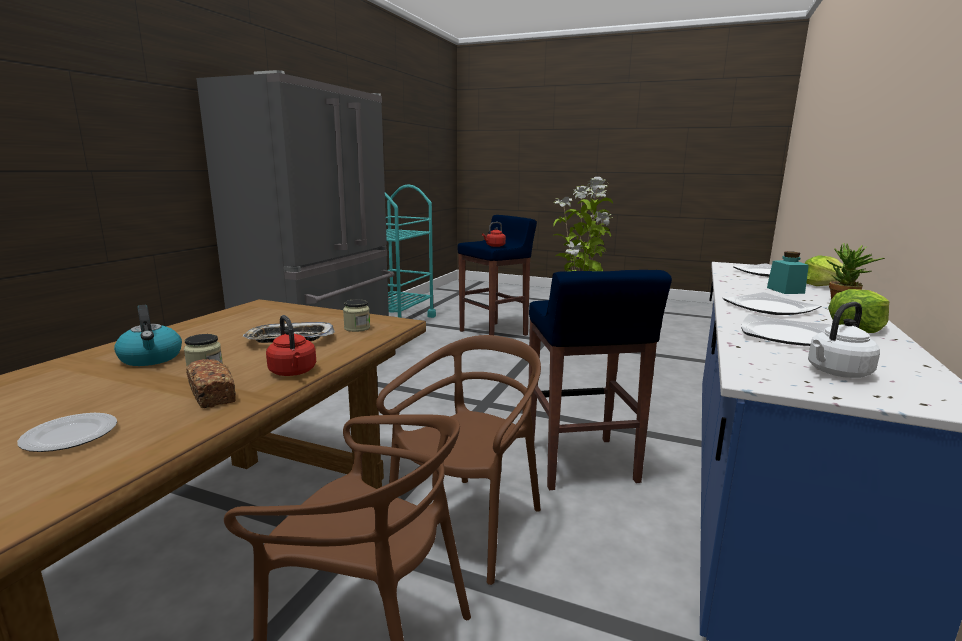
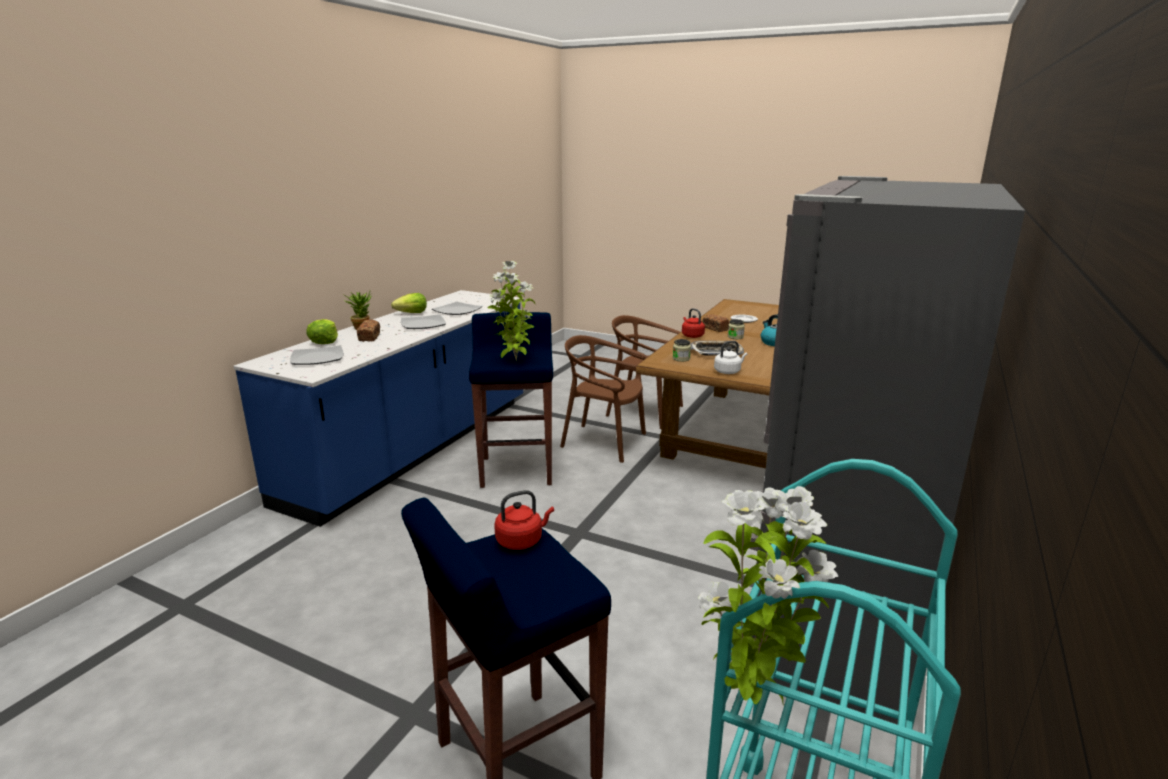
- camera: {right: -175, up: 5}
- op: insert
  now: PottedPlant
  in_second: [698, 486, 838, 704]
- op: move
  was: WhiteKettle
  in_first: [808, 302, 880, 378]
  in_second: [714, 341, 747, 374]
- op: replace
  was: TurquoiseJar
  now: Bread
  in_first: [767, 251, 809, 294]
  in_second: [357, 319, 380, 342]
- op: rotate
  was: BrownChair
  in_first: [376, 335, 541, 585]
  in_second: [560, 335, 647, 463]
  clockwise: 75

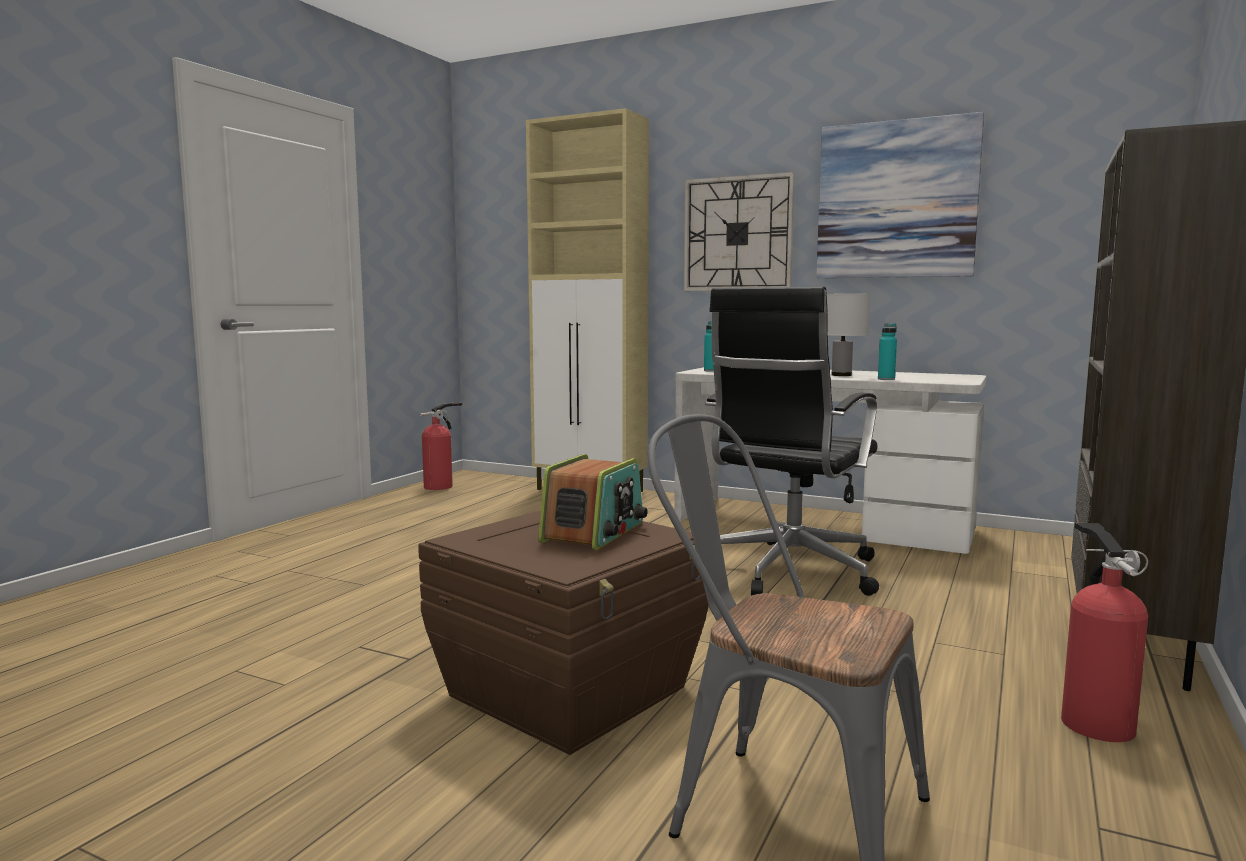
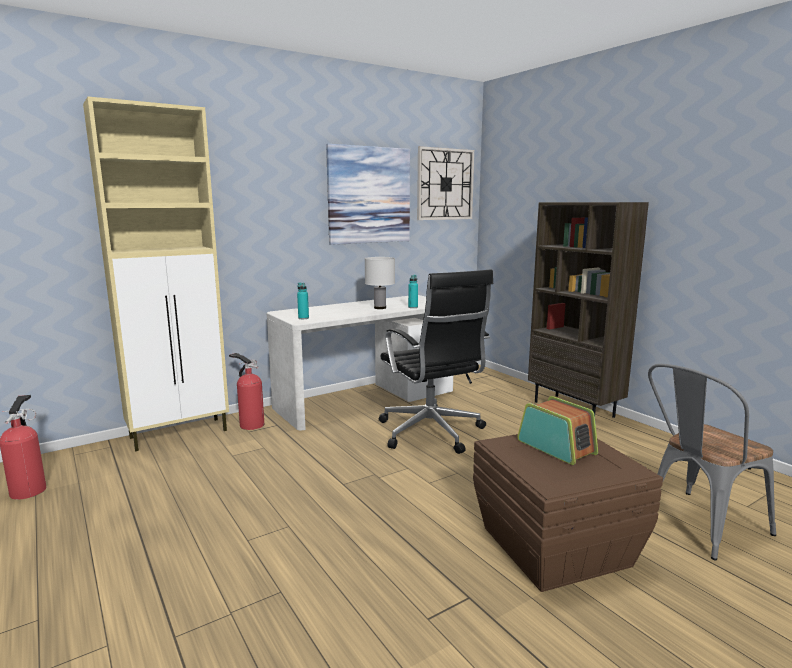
- camera: {right: -60, up: 5}
- op: move
  was: WallClock
  in_first: [684, 172, 795, 291]
  in_second: [417, 146, 474, 220]
- op: move
  was: FireExtinguisher
  in_first: [1061, 523, 1148, 742]
  in_second: [229, 353, 264, 430]

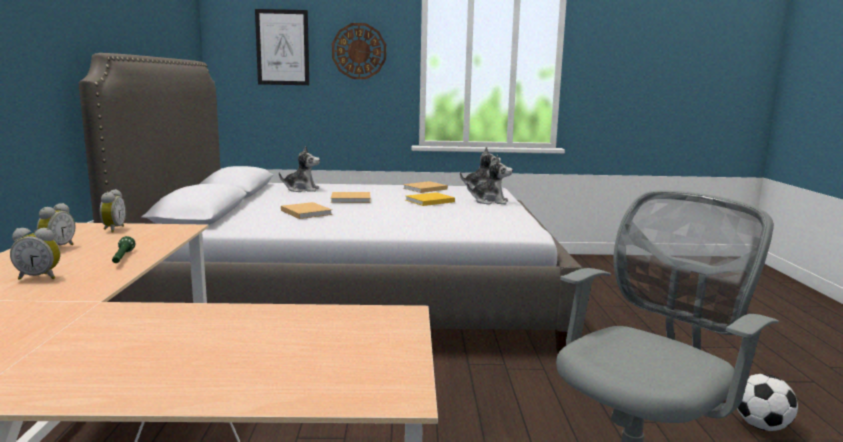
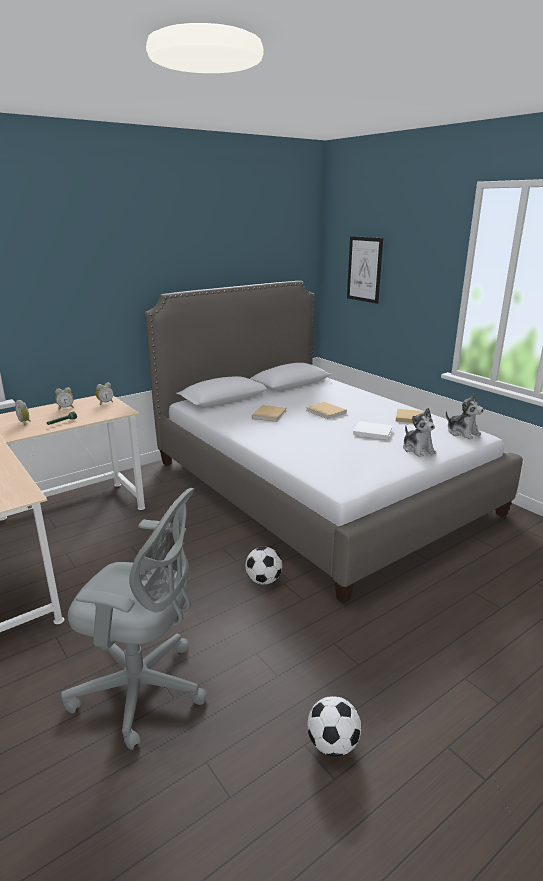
- camera: {right: 55, up: 10}
- op: delete
  was: PlushToy
  in_first: [279, 146, 320, 192]
- op: delete
  was: WallClock
  in_first: [332, 23, 386, 79]
- op: insert
  now: Football
  in_second: [245, 547, 282, 585]
- op: recolor
  was: YellowBook
  now: WhiteBook
  in_first: [406, 192, 455, 206]
  in_second: [353, 421, 393, 440]

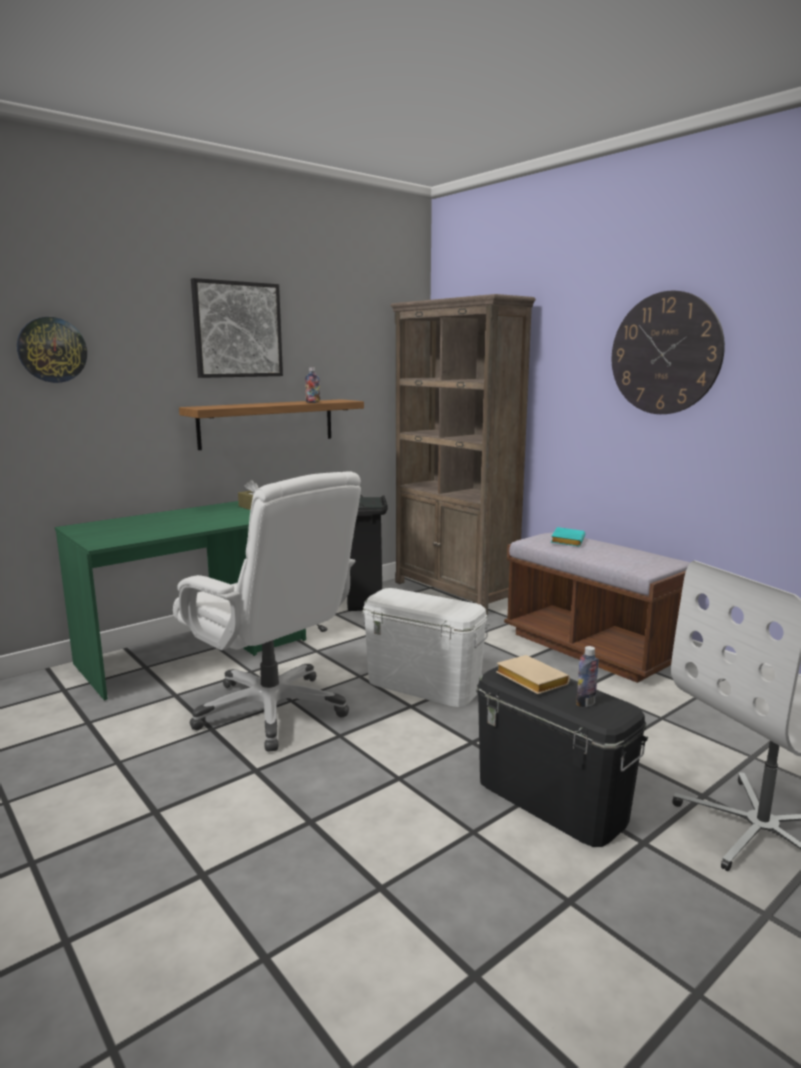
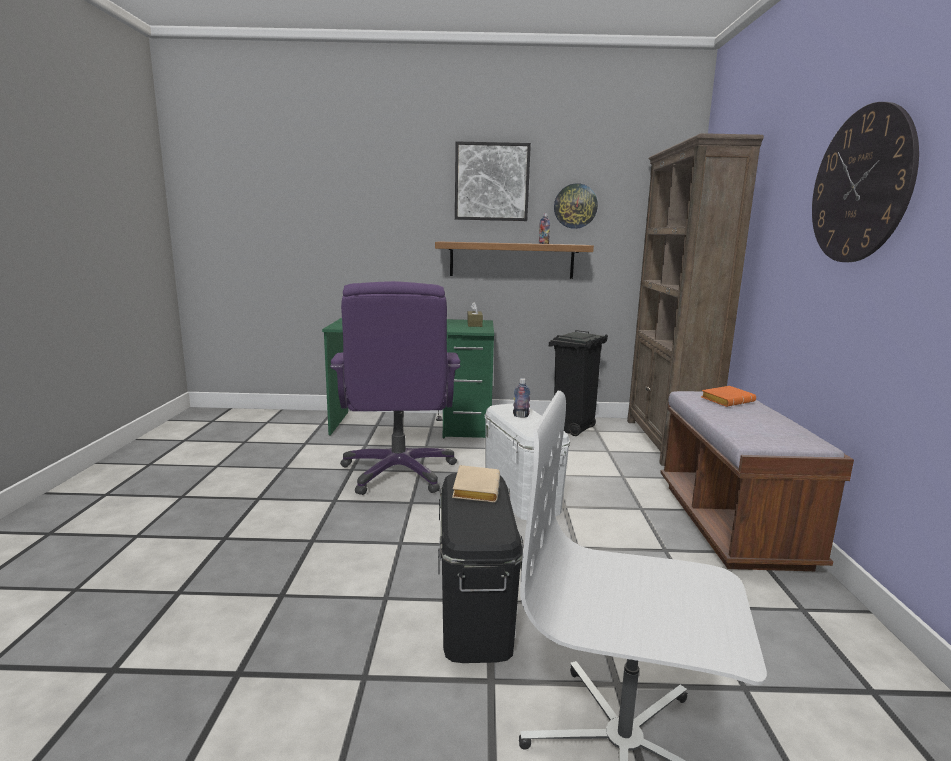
- camera: {right: 40, up: 0}
- op: move
  was: WallClock
  in_first: [17, 317, 87, 383]
  in_second: [554, 183, 598, 229]
- op: move
  was: Bottle
  in_first: [576, 646, 599, 707]
  in_second: [513, 378, 531, 418]
- op: recolor
  was: WhiteOfficeChair
  now: PurpleOfficeChair
  in_first: [173, 471, 361, 752]
  in_second: [330, 281, 460, 495]
- op: recolor
  was: TurquoiseBook
  now: OrangeBook
  in_first: [551, 527, 585, 546]
  in_second: [701, 386, 756, 407]

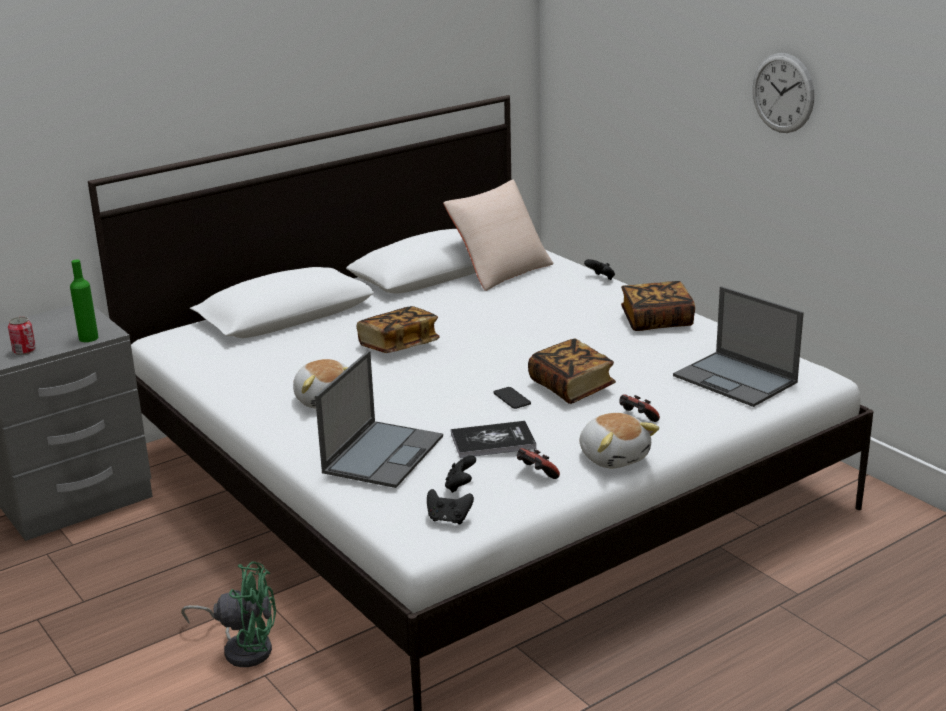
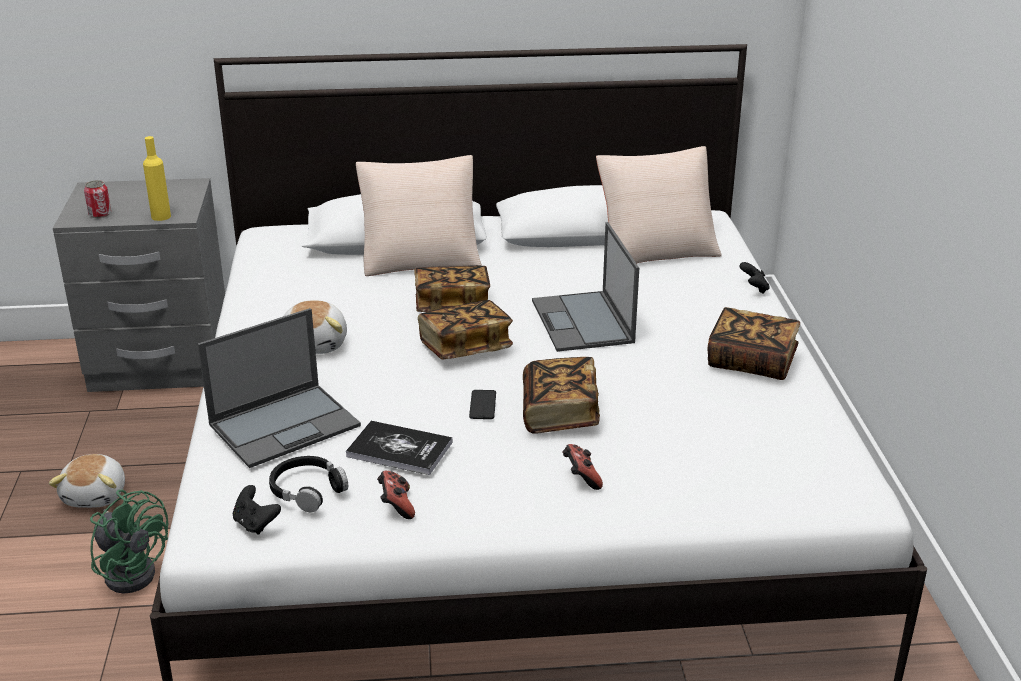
- camera: {right: 30, up: 5}
- op: delete
  was: WallClock
  in_first: [753, 53, 814, 133]
- op: insert
  now: BeigePillow
  in_second: [356, 155, 482, 276]
- op: insert
  now: Book
  in_second: [418, 300, 513, 359]
- op: move
  was: PlushToy
  in_first: [580, 413, 659, 469]
  in_second: [49, 454, 125, 508]
- op: move
  was: Laptop
  in_first: [673, 286, 804, 407]
  in_second: [532, 222, 639, 352]
- op: replace
  was: BlackGameController
  now: BlackHeadphones
  in_first: [445, 455, 476, 493]
  in_second: [269, 456, 348, 512]
- op: recolor
  was: GreenBottle
  now: YellowBottle
  in_first: [70, 259, 98, 342]
  in_second: [143, 136, 171, 221]

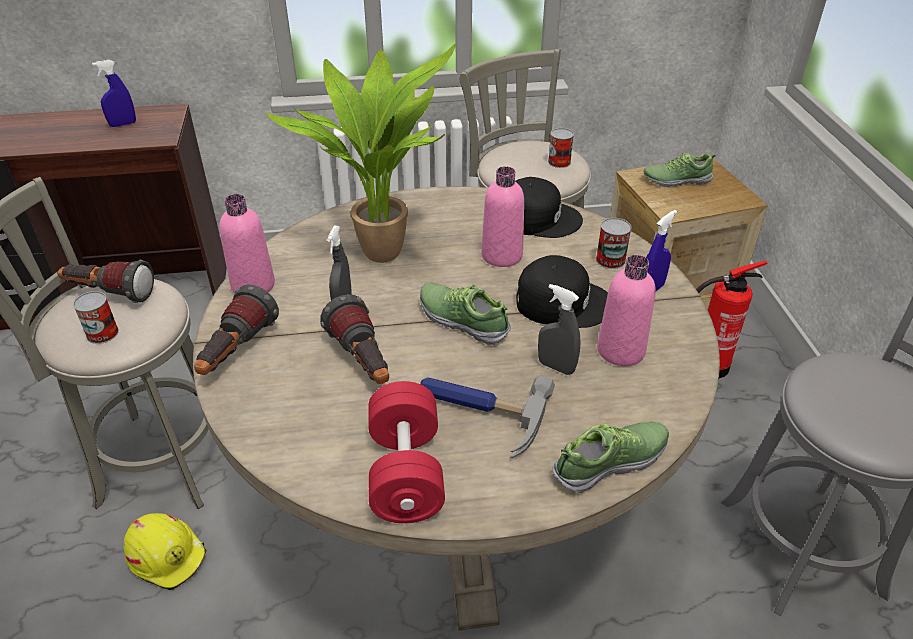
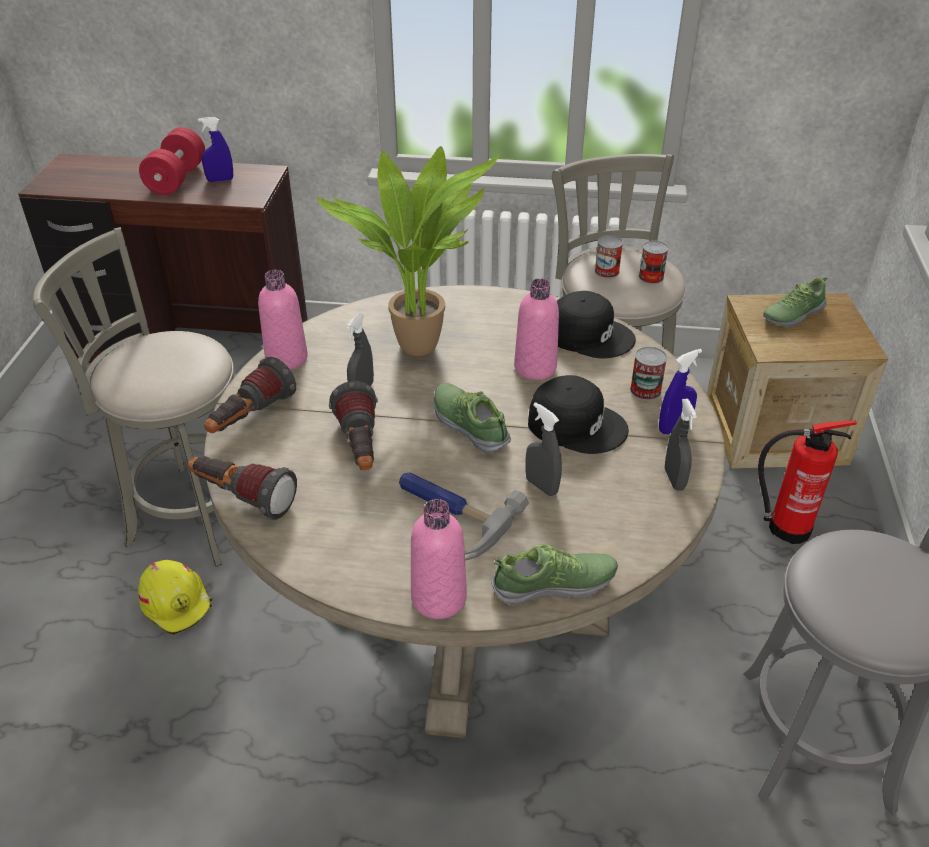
- camera: {right: 15, up: 0}
- op: insert
  now: GreySprayBottle
  in_second: [665, 399, 697, 491]
- op: move
  was: Flashlight
  in_first: [57, 260, 154, 303]
  in_second: [188, 456, 297, 520]
- op: move
  was: Can
  in_first: [73, 291, 119, 344]
  in_second: [595, 235, 623, 278]
- op: move
  was: RedDumbbell
  in_first: [368, 381, 445, 523]
  in_second: [139, 127, 205, 195]
- op: move
  was: PinkBottle
  in_first: [597, 255, 656, 366]
  in_second: [411, 499, 467, 619]
- op: rotate
  was: Shoe
  in_first: [643, 152, 716, 187]
  in_second: [763, 277, 828, 327]
  clockwise: -45

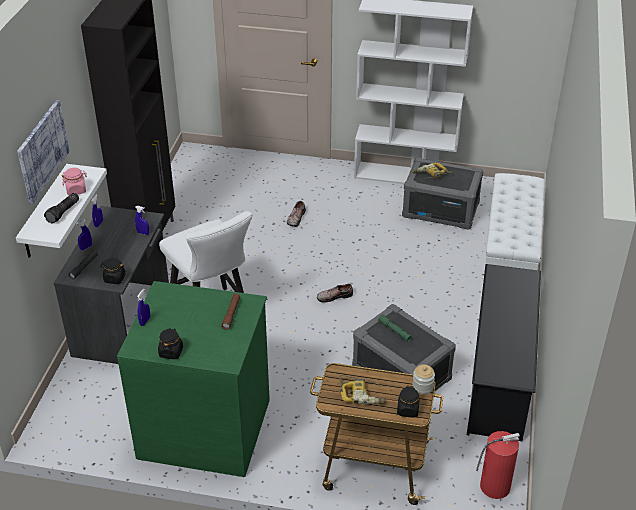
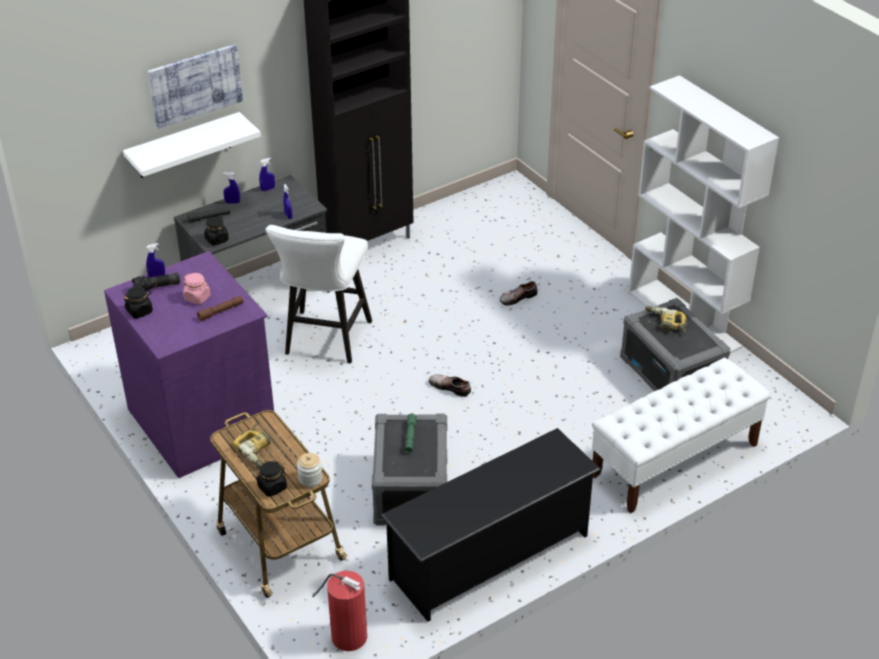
- camera: {right: 45, up: 0}
- op: move
  was: Flashlight
  in_first: [44, 193, 79, 224]
  in_second: [132, 273, 180, 290]
- op: move
  was: PinkJar
  in_first: [62, 168, 87, 195]
  in_second: [183, 273, 211, 305]
- op: recolor
  was: GreenDresser
  now: PurpleDresser
  in_first: [117, 281, 270, 477]
  in_second: [104, 251, 277, 478]

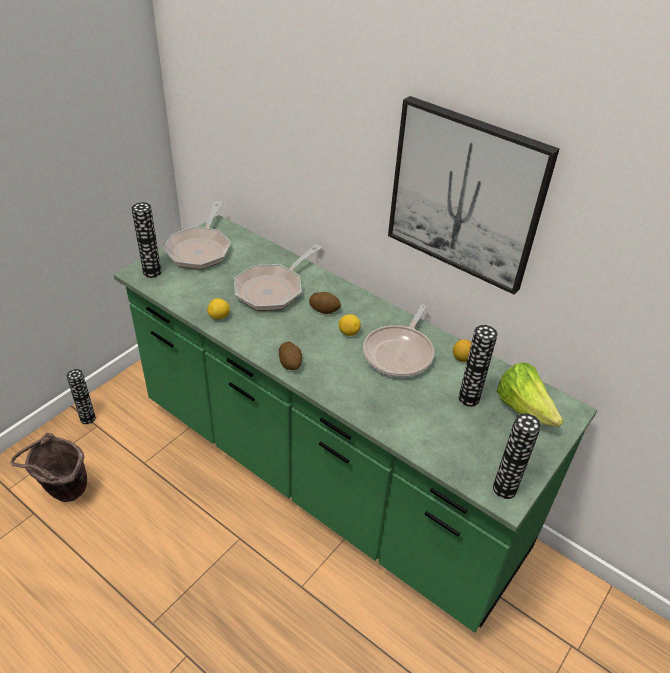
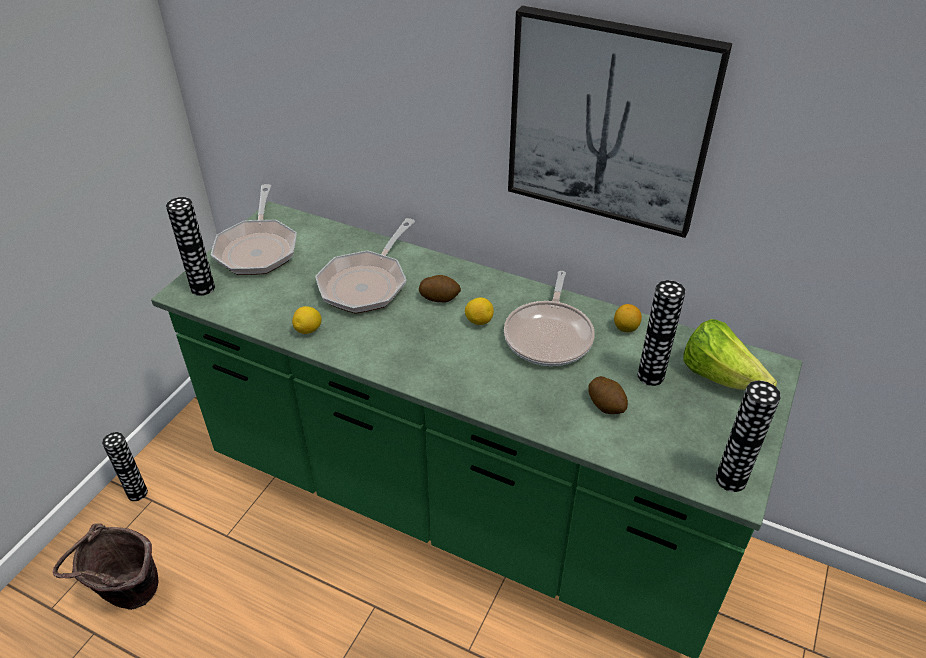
- camera: {right: -10, up: 0}
- op: move
  was: Potato
  in_first: [279, 342, 302, 370]
  in_second: [588, 376, 628, 414]

